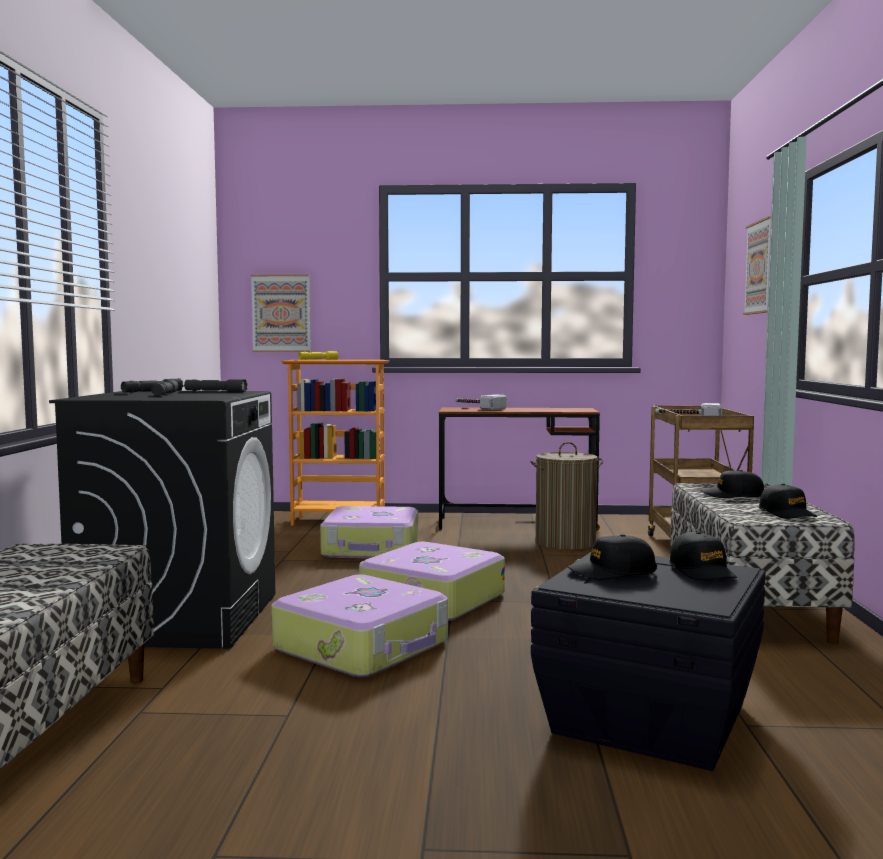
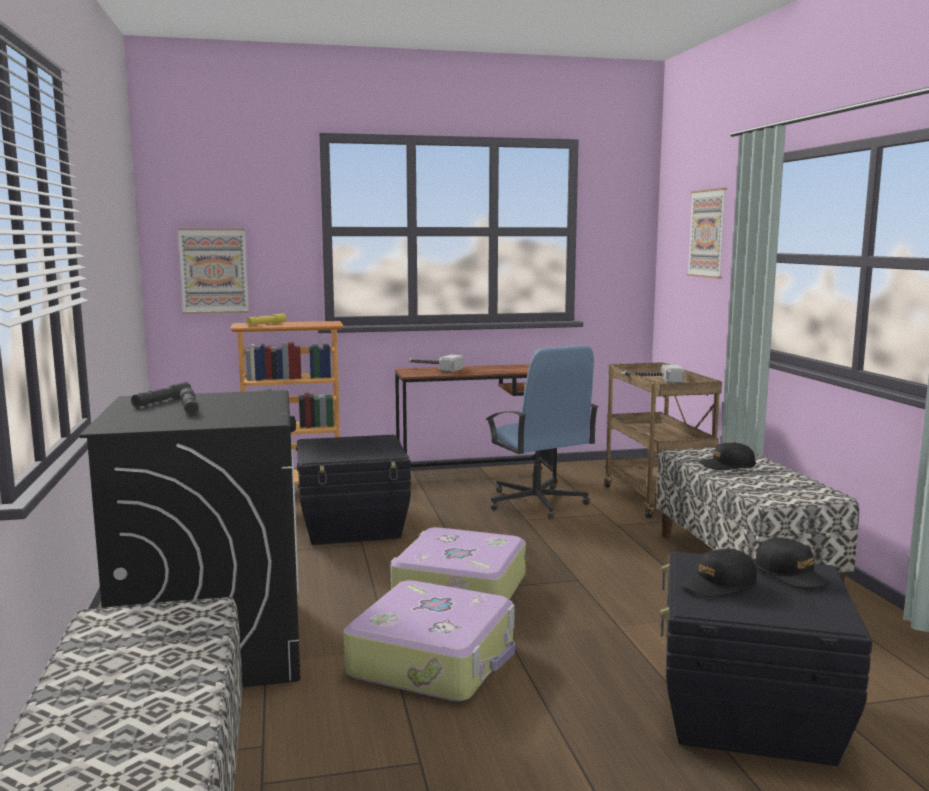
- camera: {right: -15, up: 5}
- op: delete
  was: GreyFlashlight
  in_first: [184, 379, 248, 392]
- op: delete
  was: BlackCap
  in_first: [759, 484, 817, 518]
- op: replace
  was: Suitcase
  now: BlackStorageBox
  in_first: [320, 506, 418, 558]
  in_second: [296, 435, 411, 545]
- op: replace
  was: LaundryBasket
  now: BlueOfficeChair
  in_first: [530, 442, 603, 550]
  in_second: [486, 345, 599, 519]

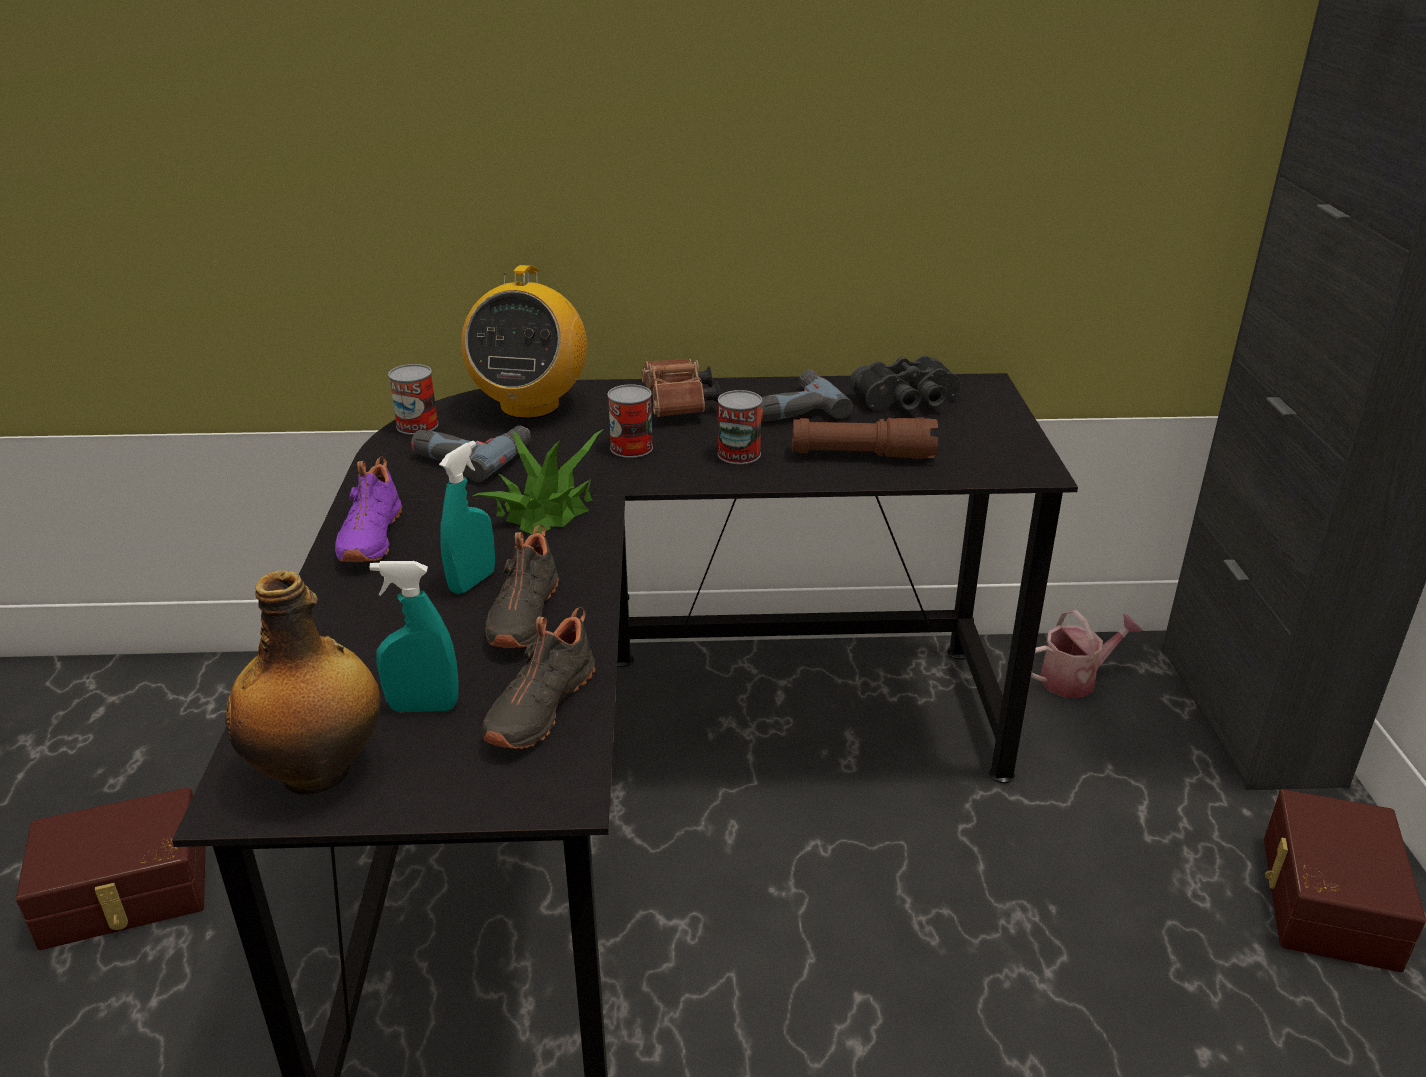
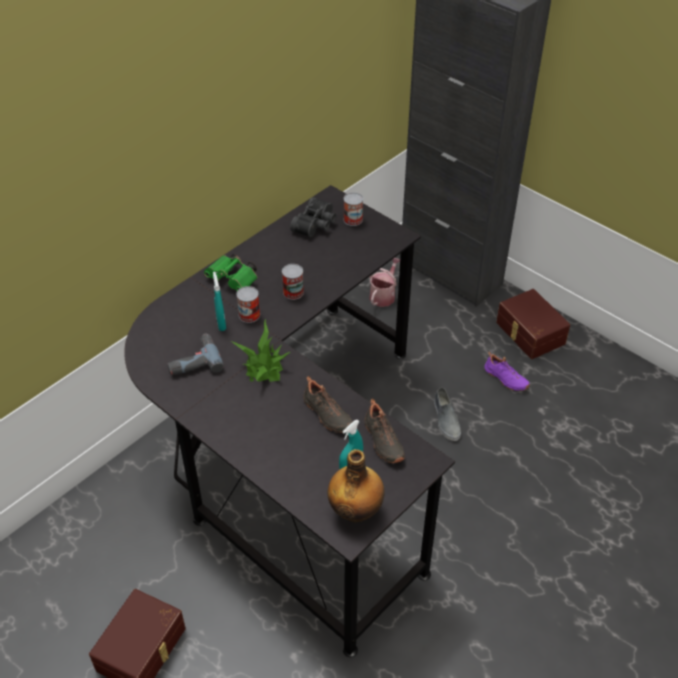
- camera: {right: -45, up: 15}
- op: delete
  was: Radio
  in_first: [461, 265, 587, 419]
- op: delete
  was: PowerDrill
  in_first: [761, 370, 853, 422]
- op: delete
  was: BrownFlashlight
  in_first: [792, 417, 938, 459]
- op: insert
  now: GreyShoe
  in_second: [434, 388, 461, 441]
- op: move
  was: PurpleShoe
  in_first: [335, 457, 402, 562]
  in_second: [484, 352, 530, 391]
- op: move
  was: Can
  in_first: [388, 364, 438, 435]
  in_second: [344, 192, 363, 226]
- op: move
  was: TurquoiseSprayBottle
  in_first: [439, 441, 495, 594]
  in_second: [213, 272, 226, 331]
- op: recolor
  was: BrownBinoculars
  now: GreenBinoculars
  in_first: [641, 359, 720, 417]
  in_second: [204, 254, 257, 291]

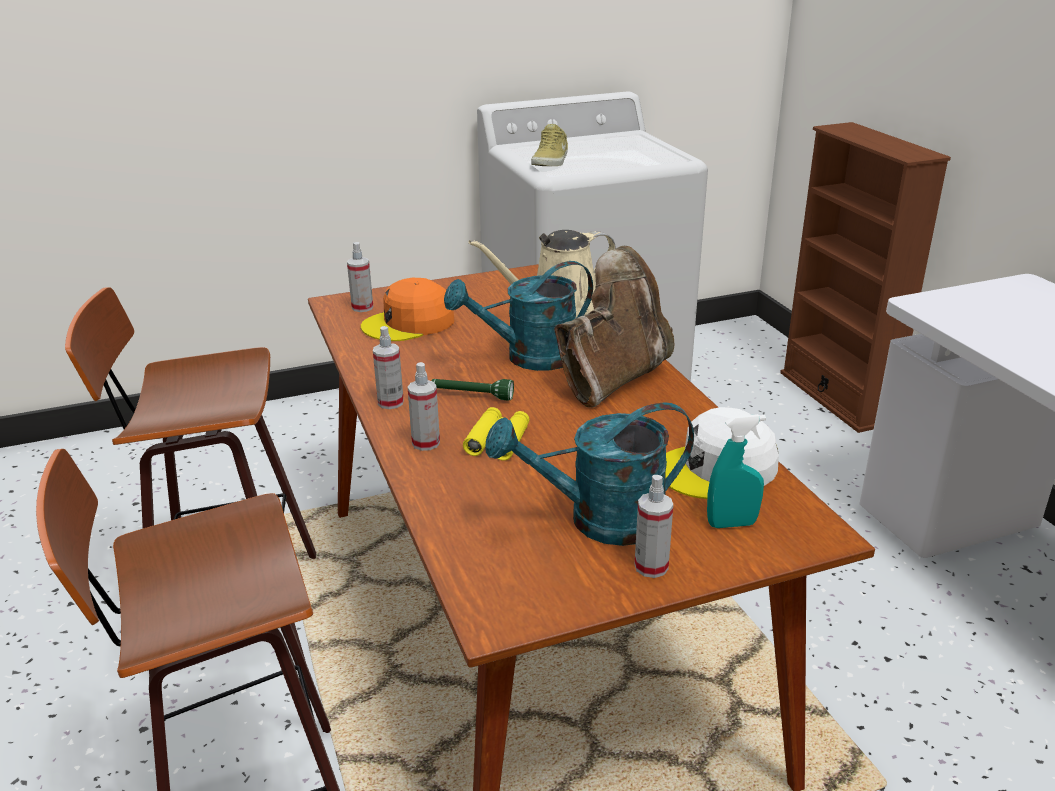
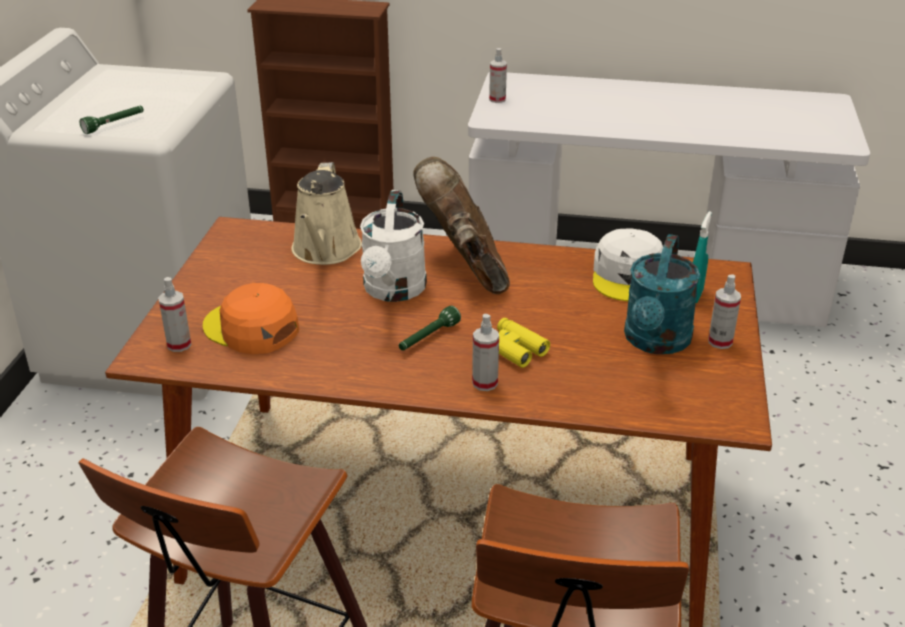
- camera: {right: -60, up: 5}
- op: move
  was: SprayBottle
  in_first: [373, 326, 404, 409]
  in_second: [489, 48, 507, 103]
- op: replace
  was: BeigeShoe
  now: GreenFlashlight
  in_first: [531, 124, 568, 166]
  in_second: [79, 106, 144, 134]
- op: recolor
  was: TurquoiseWateringCan
  now: WhiteWateringCan
  in_first: [444, 261, 593, 371]
  in_second: [360, 190, 427, 302]
- op: rotate
  was: OrangeCap
  in_first: [361, 278, 454, 341]
  in_second: [203, 283, 299, 354]
  clockwise: 120

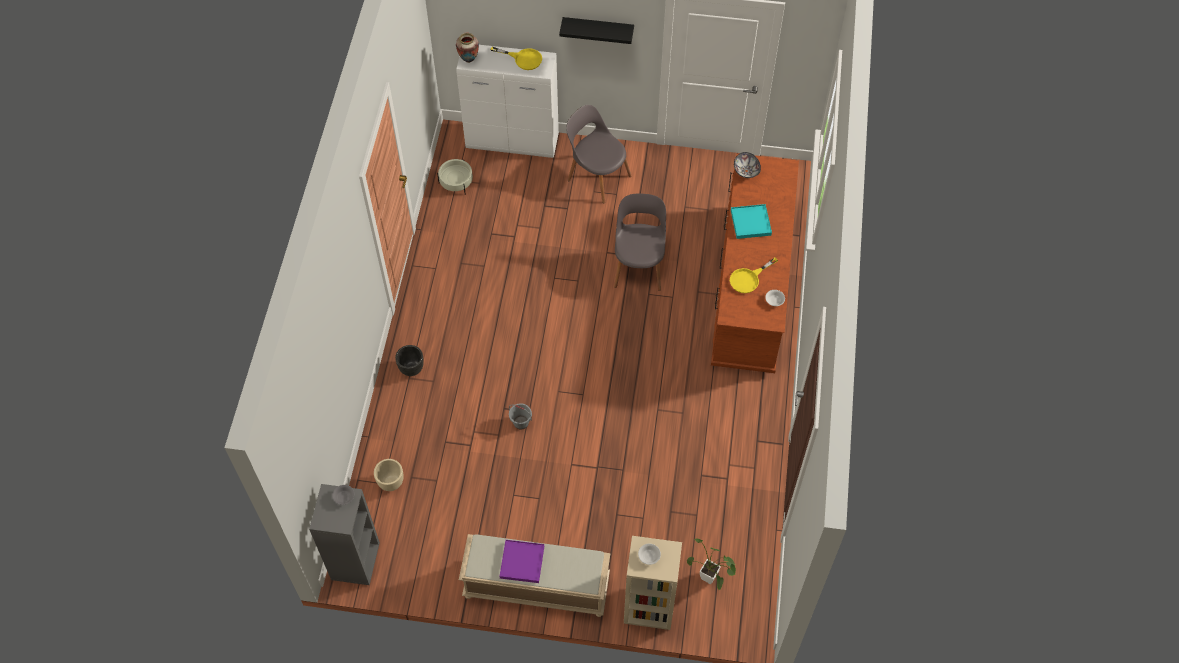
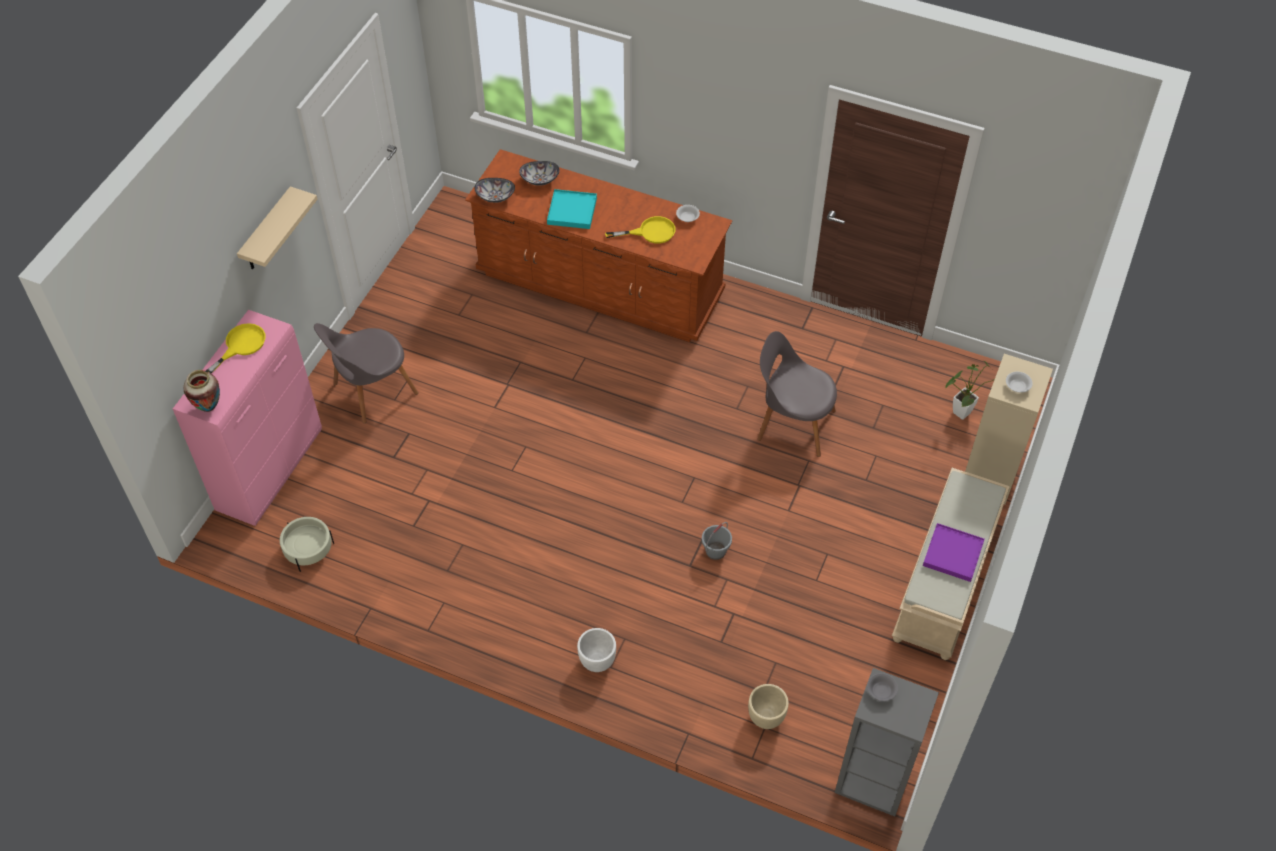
- camera: {right: -75, up: -5}
- op: insert
  now: Bowl
  in_second: [519, 161, 560, 186]
- op: move
  was: GreyChair
  in_first: [614, 193, 666, 291]
  in_second: [757, 331, 837, 457]
- op: recolor
  was: BlackPlanter
  now: WhitePlanter
  in_first: [395, 345, 424, 376]
  in_second: [577, 628, 616, 672]
- op: recolor
  was: WhiteCabinet
  now: PinkCabinet
  in_first: [456, 45, 559, 158]
  in_second: [173, 310, 322, 526]
- op: recolor
  was: BlackShelf
  now: BeigeShelf
  in_first: [559, 17, 634, 44]
  in_second: [237, 186, 318, 269]
- op: rotate
  was: YellowFryingPan
  in_first: [730, 257, 778, 293]
  in_second: [605, 216, 675, 244]
  clockwise: -75

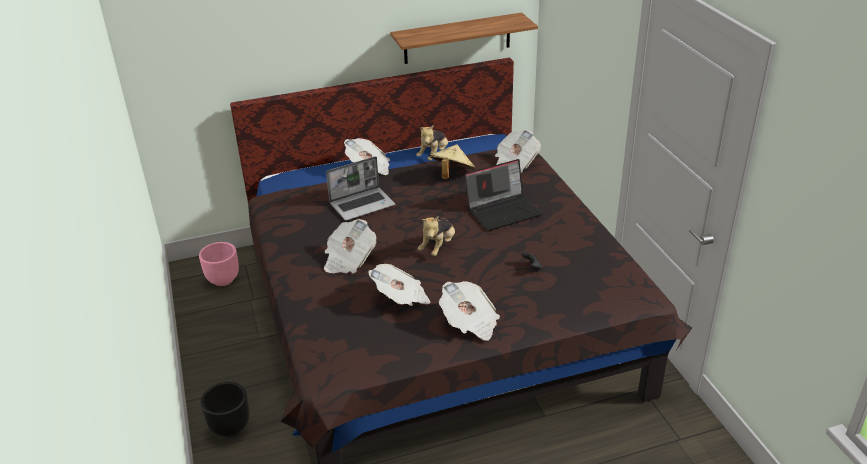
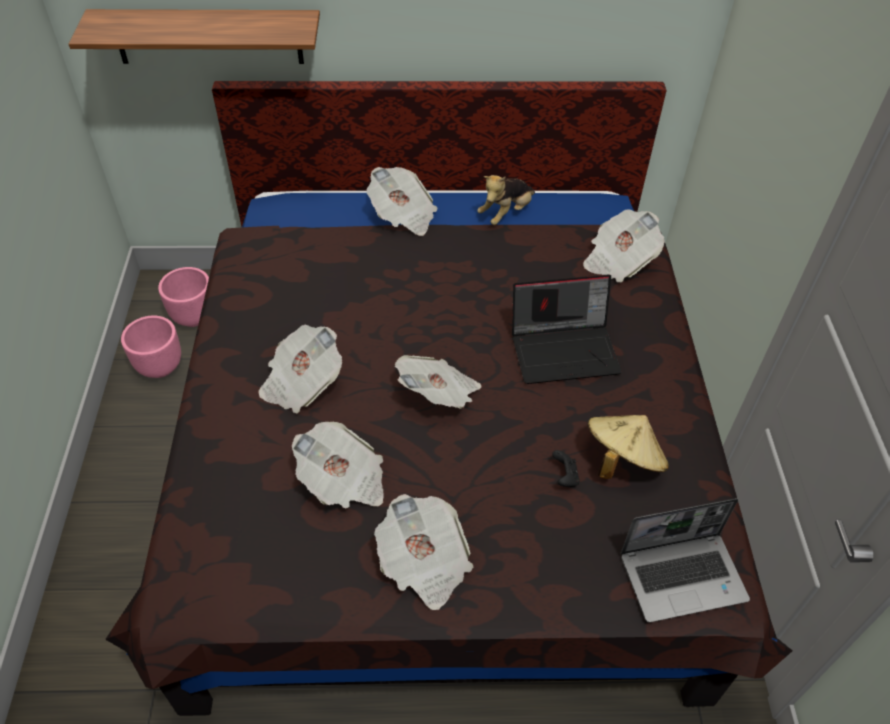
- camera: {right: 15, up: 15}
- op: delete
  was: BlackPlanter
  in_first: [200, 382, 250, 437]
- op: insert
  now: PinkPlanter
  in_second: [121, 315, 181, 378]
- op: move
  was: Laptop
  in_first: [326, 156, 395, 221]
  in_second: [620, 498, 750, 623]
- op: move
  was: Shelf
  in_first: [390, 13, 538, 64]
  in_second: [69, 9, 320, 64]
- op: move
  was: BeigeHat
  in_first: [429, 144, 476, 179]
  in_second: [588, 415, 669, 479]
- op: replace
  was: PlushToy
  now: Newspaper
  in_first: [418, 216, 455, 256]
  in_second: [395, 355, 482, 408]

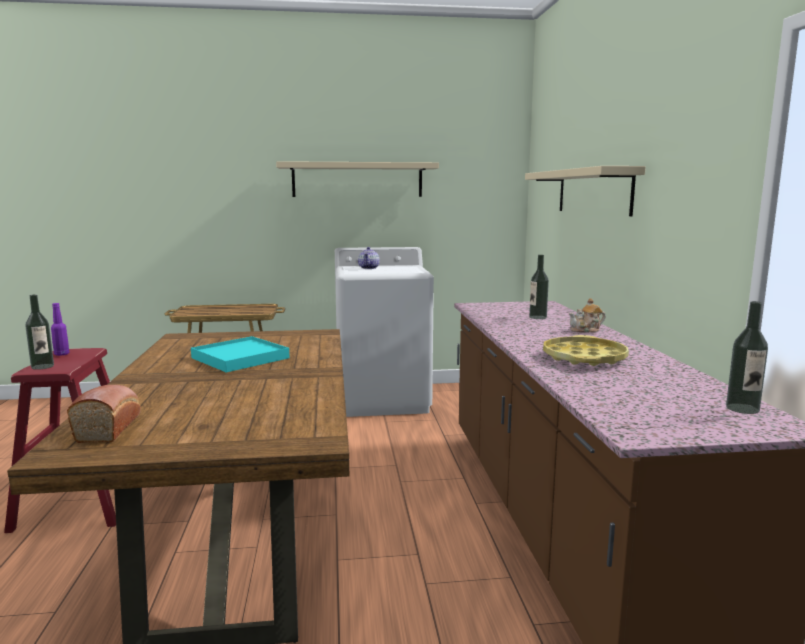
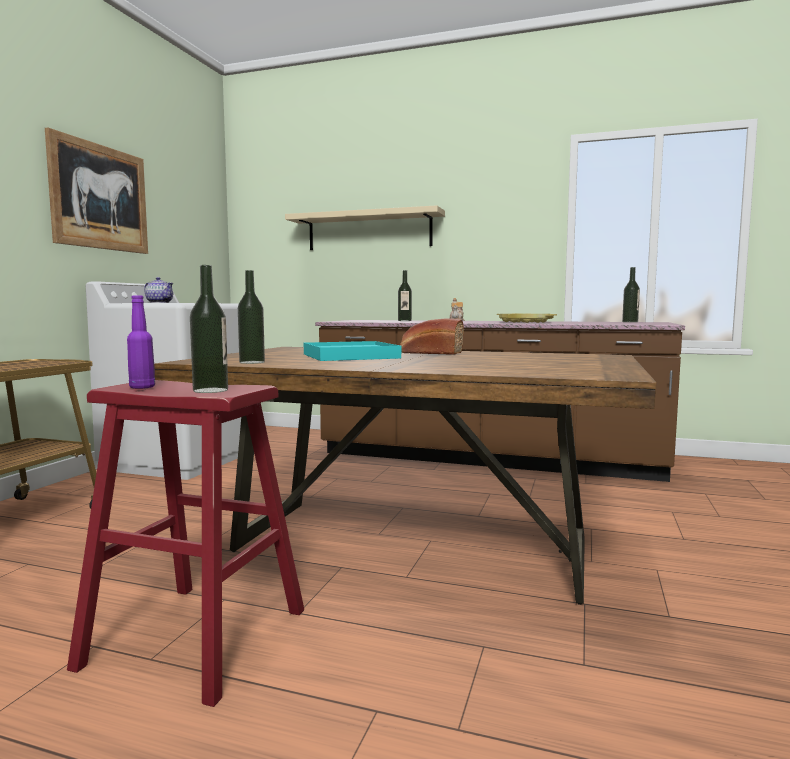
- camera: {right: -65, up: -5}
- op: insert
  now: Bottle
  in_second: [238, 270, 265, 364]
- op: move
  was: Bread
  in_first: [67, 385, 141, 443]
  in_second: [400, 318, 464, 355]
- op: replace
  was: BeigeShelf
  now: Picture
  in_first: [276, 161, 439, 197]
  in_second: [45, 128, 148, 254]

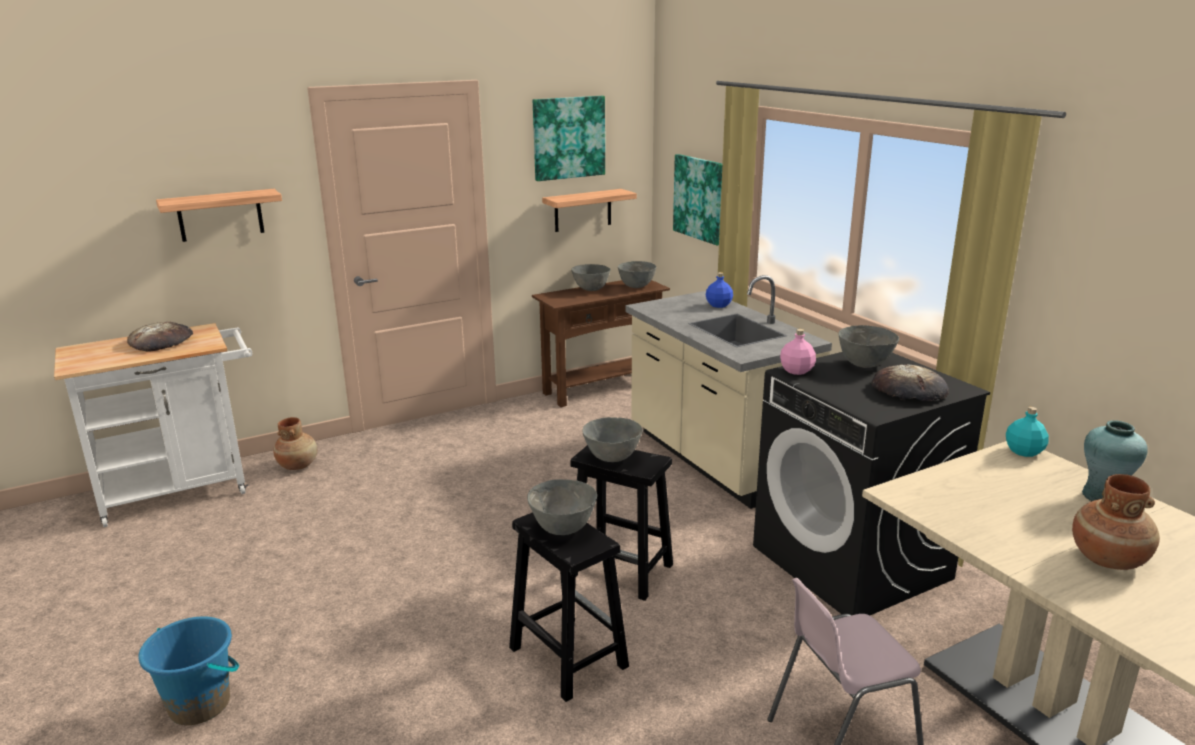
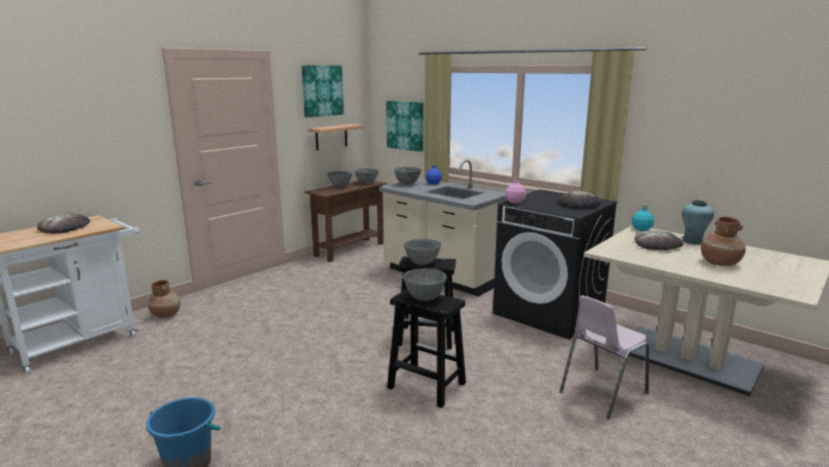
- camera: {right: -20, up: -5}
- op: delete
  was: Shelf
  in_first: [156, 189, 282, 242]
- op: insert
  now: Bread
  in_second: [634, 230, 683, 250]
- op: move
  was: GreyBowl
  in_first: [839, 325, 899, 368]
  in_second: [394, 167, 421, 185]

